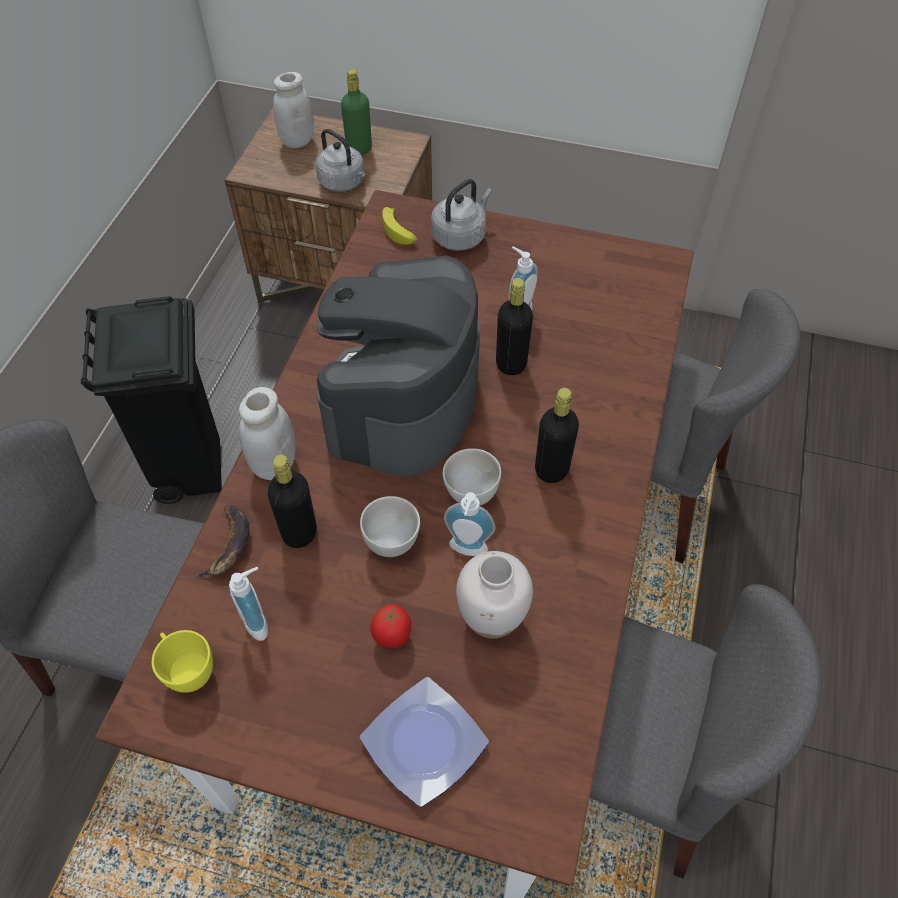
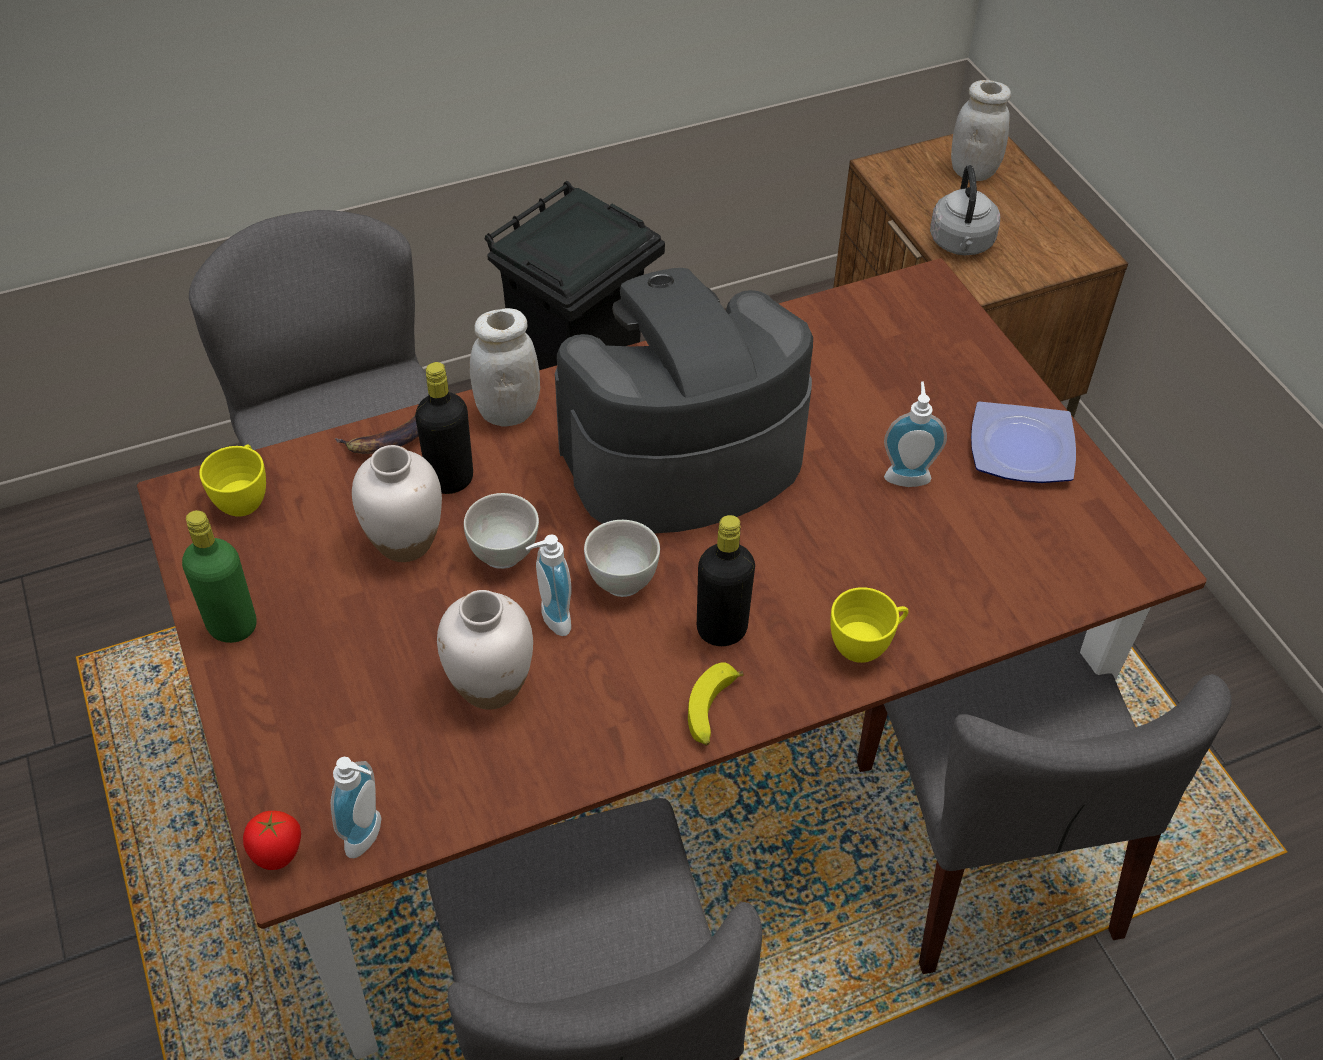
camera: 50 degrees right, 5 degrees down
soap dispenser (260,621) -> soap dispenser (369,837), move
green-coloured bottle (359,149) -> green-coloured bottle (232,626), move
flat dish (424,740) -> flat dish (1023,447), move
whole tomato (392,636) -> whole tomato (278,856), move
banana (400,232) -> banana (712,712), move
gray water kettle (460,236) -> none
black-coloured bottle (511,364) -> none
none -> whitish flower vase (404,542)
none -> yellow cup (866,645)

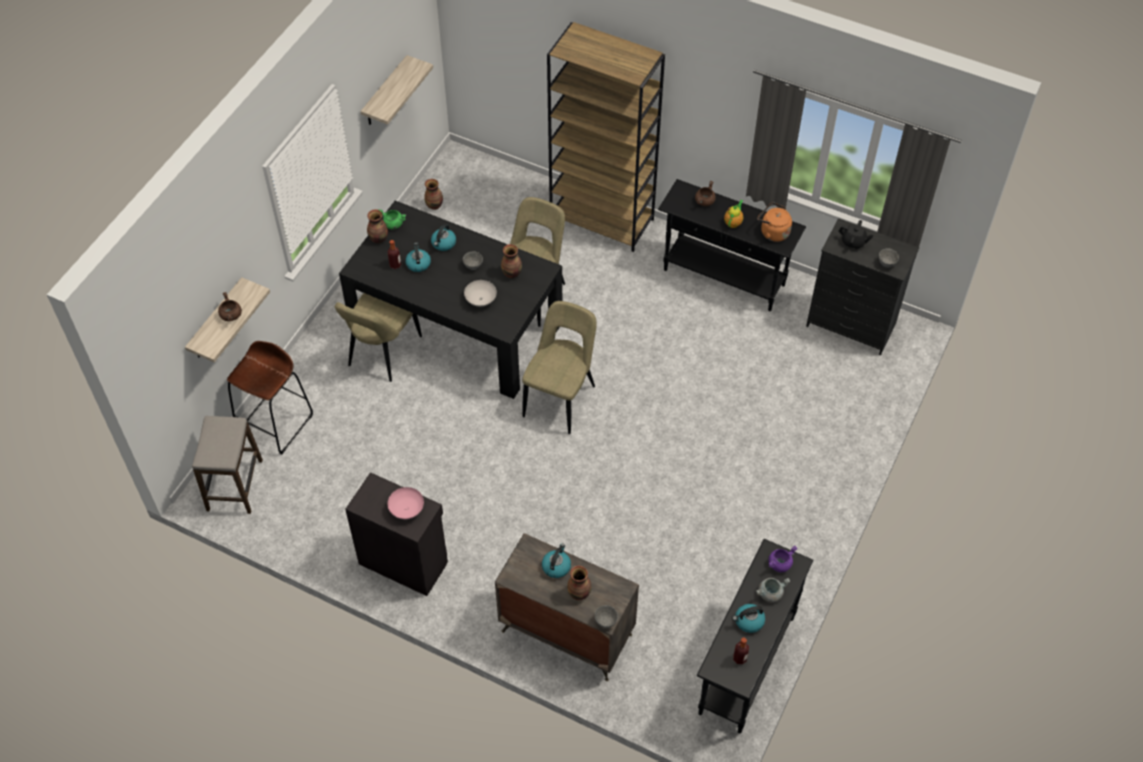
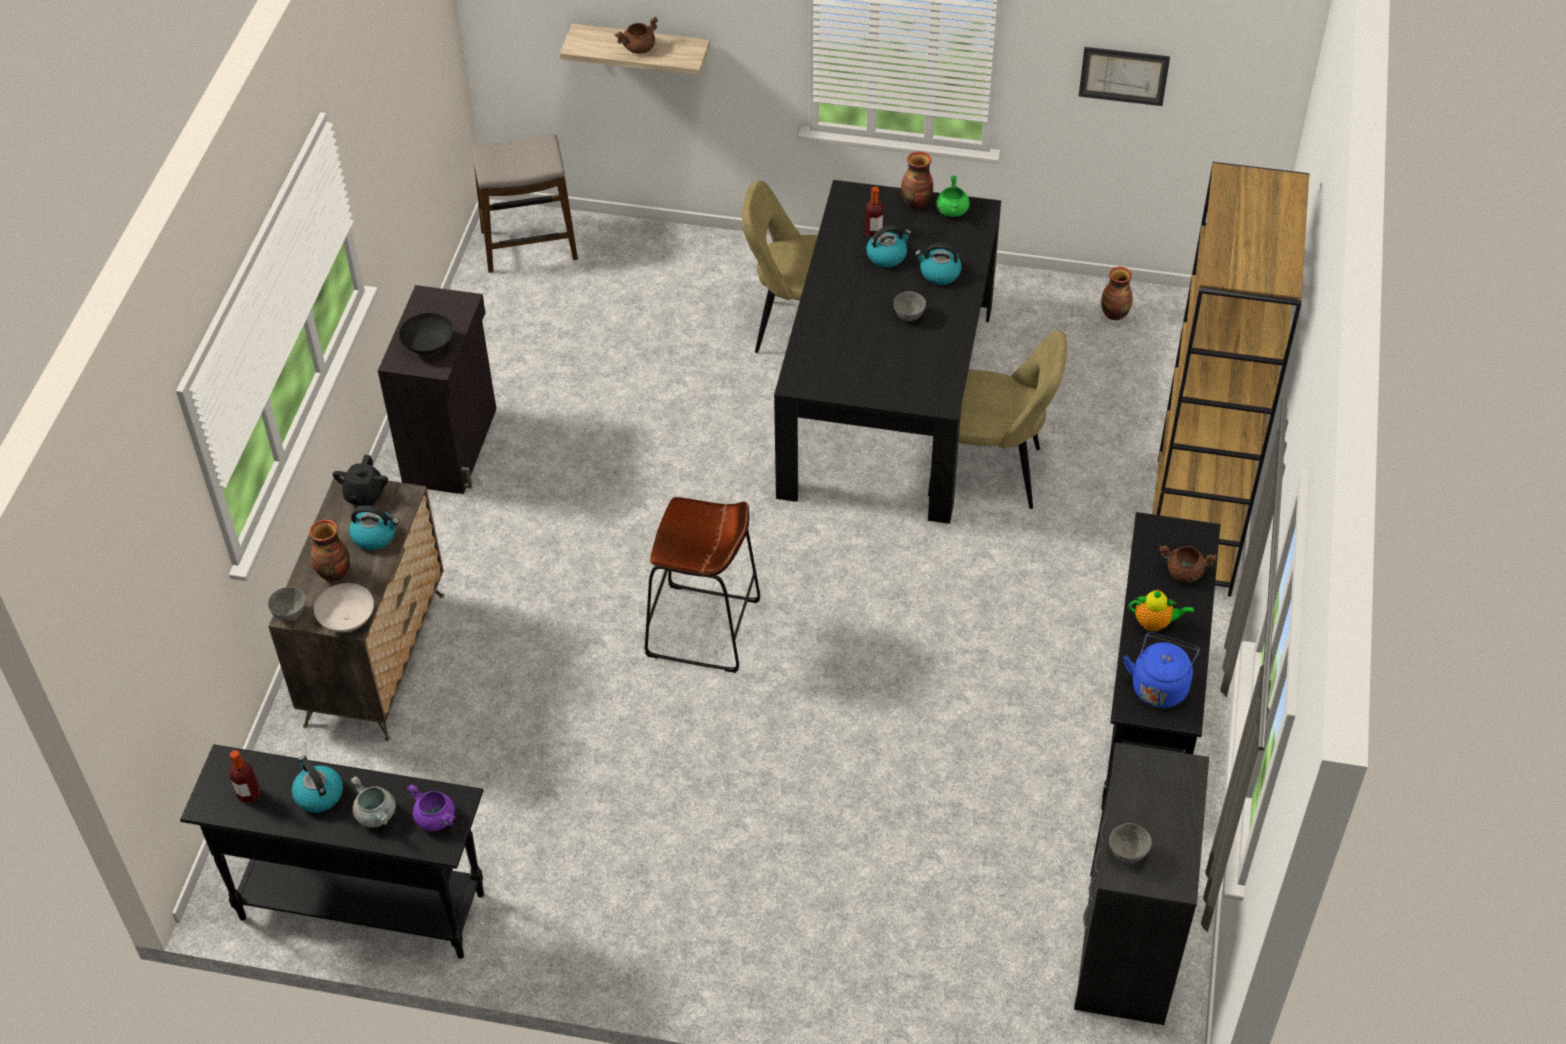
camera: 75 degrees right, 5 degrees down
brownish stool (275,423) -> brownish stool (703,628), move
wall shelf (385,93) -> picture (1123,75)
pink bowl (406,509) -> black-coloured bowl (429,345)
whitish bowl (481,299) -> whitish bowl (348,620), move
flower vase (512,273) -> none
sand-coloured chair (561,398) -> none
orange-coloured water kettle (773,232) -> bluish water kettle (1159,685)
black-coloured tea pot (853,242) -> black-coloured tea pot (364,495), move

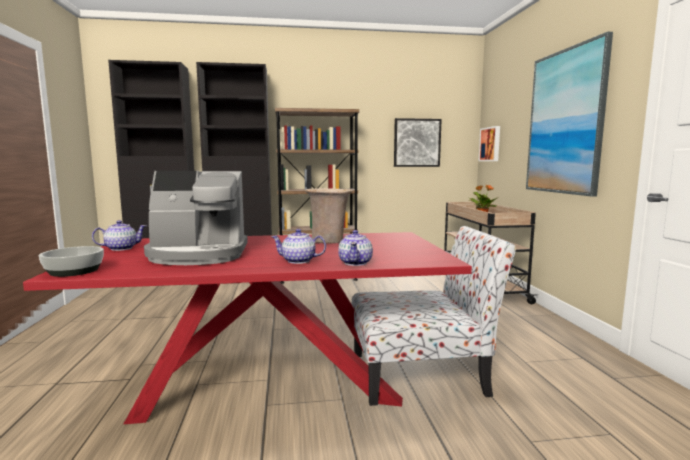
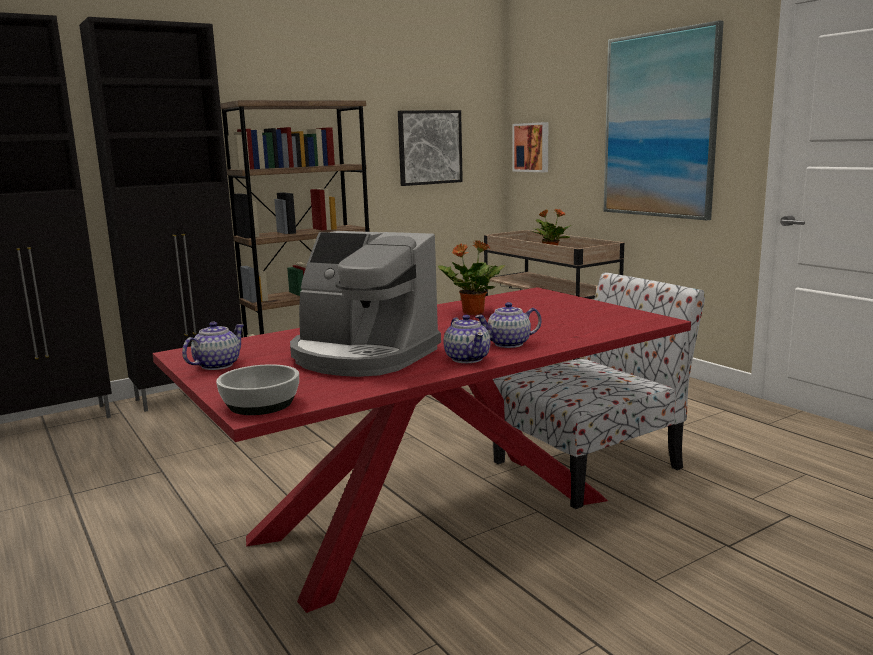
camera: 25 degrees left, 5 degrees up
coffee machine (198,255) -> coffee machine (362,356), 60 degrees clockwise
sand-coloured flower vase (329,240) -> potted plant (472,312)
tea pot (355,263) -> tea pot (467,358), move

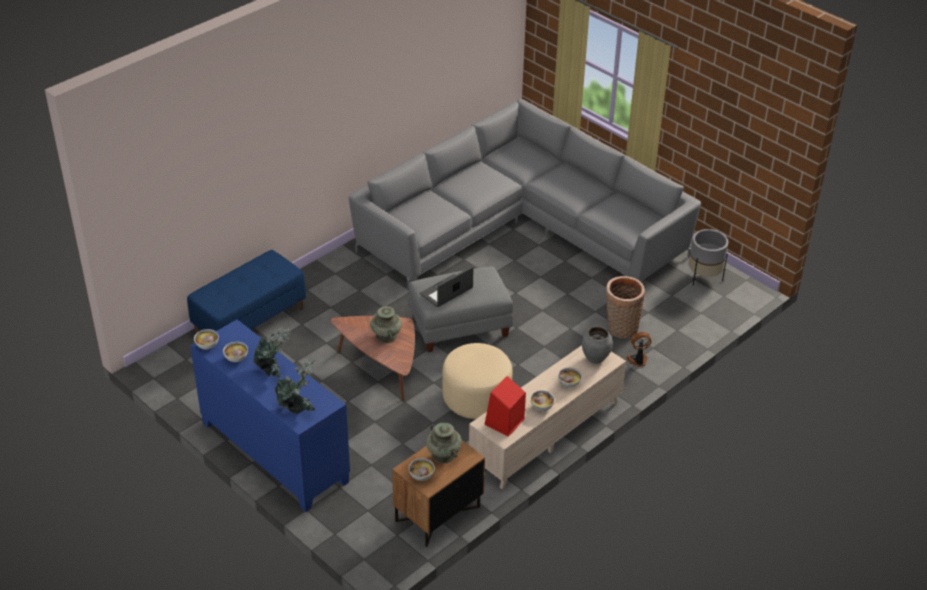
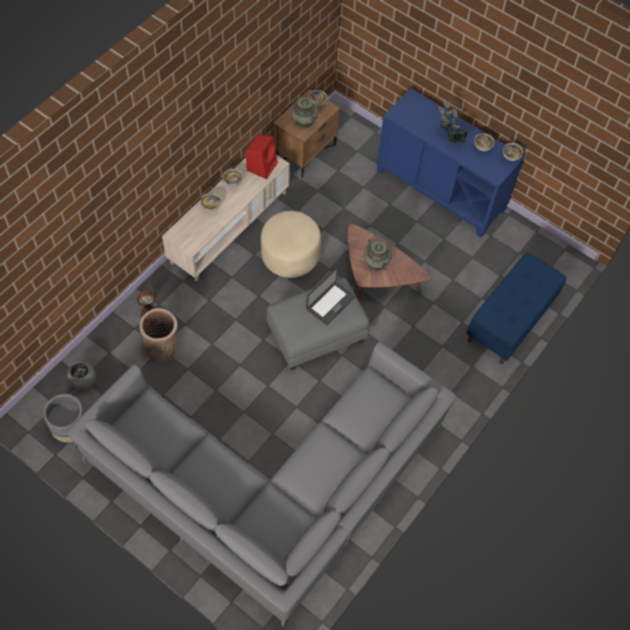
camera: 170 degrees right, 20 degrees up
potted plant (298,408) -> none
gray flower vase (595,358) -> gray flower vase (85,384), move

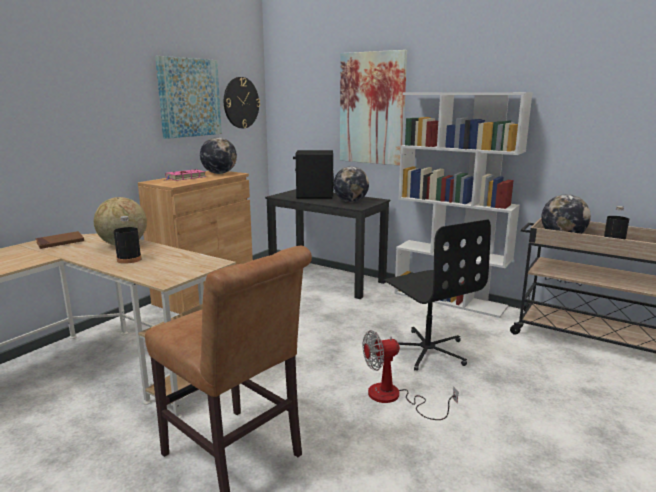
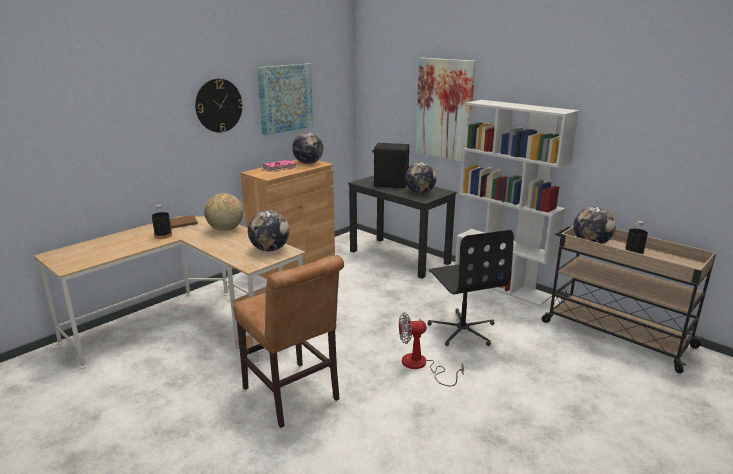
camera: 10 degrees right, 5 degrees up
black-coloured bottle (129,259) -> black-coloured bottle (163,235), move
hanging clock (241,103) -> hanging clock (218,105), move
none -> desk globe (270,249)

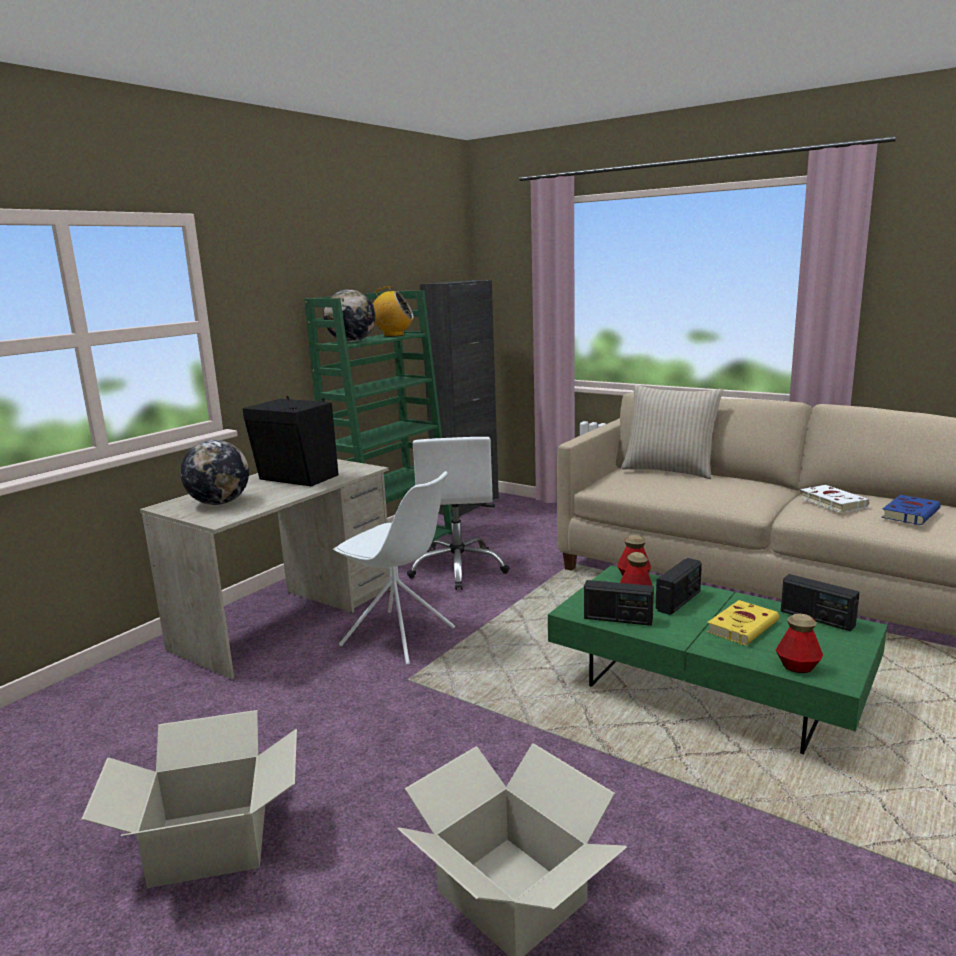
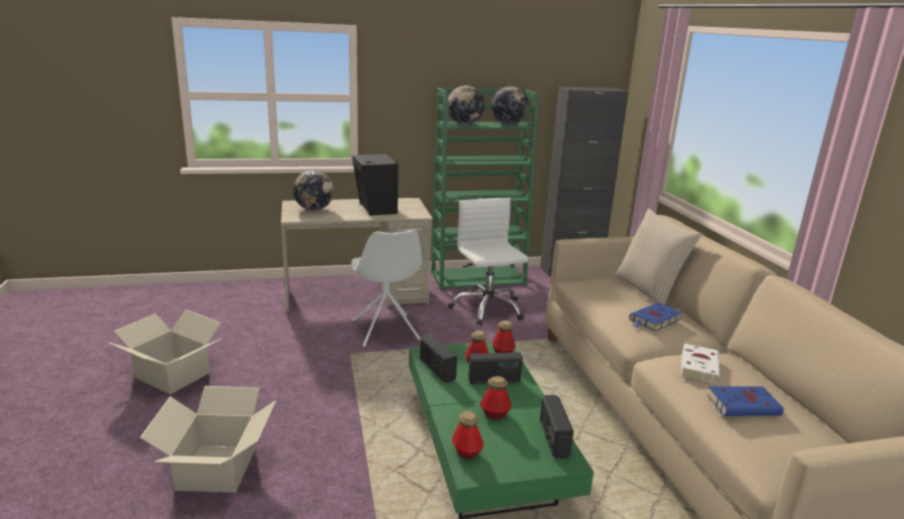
camera: 40 degrees right, 5 degrees up
radio set (393,335) -> desk globe (508,124)
whitish desk chair (458,569) -> whitish desk chair (487,308), 120 degrees clockwise
yellow book (743,626) -> bottle (494,414)
none -> bluish book (654,320)

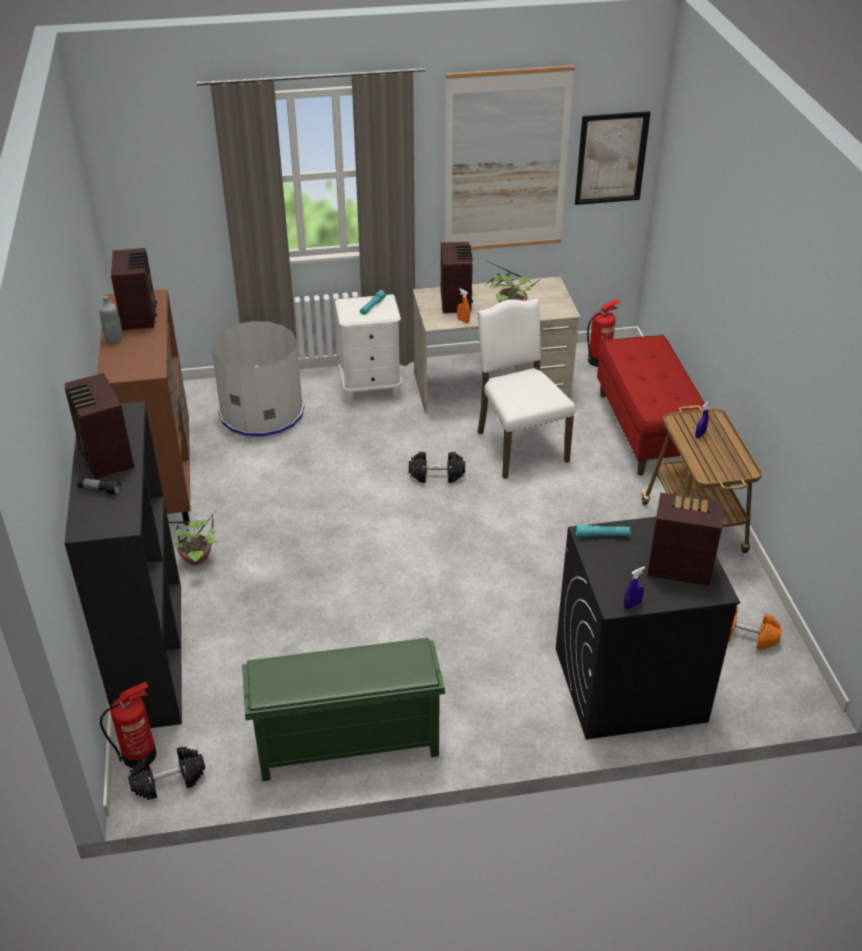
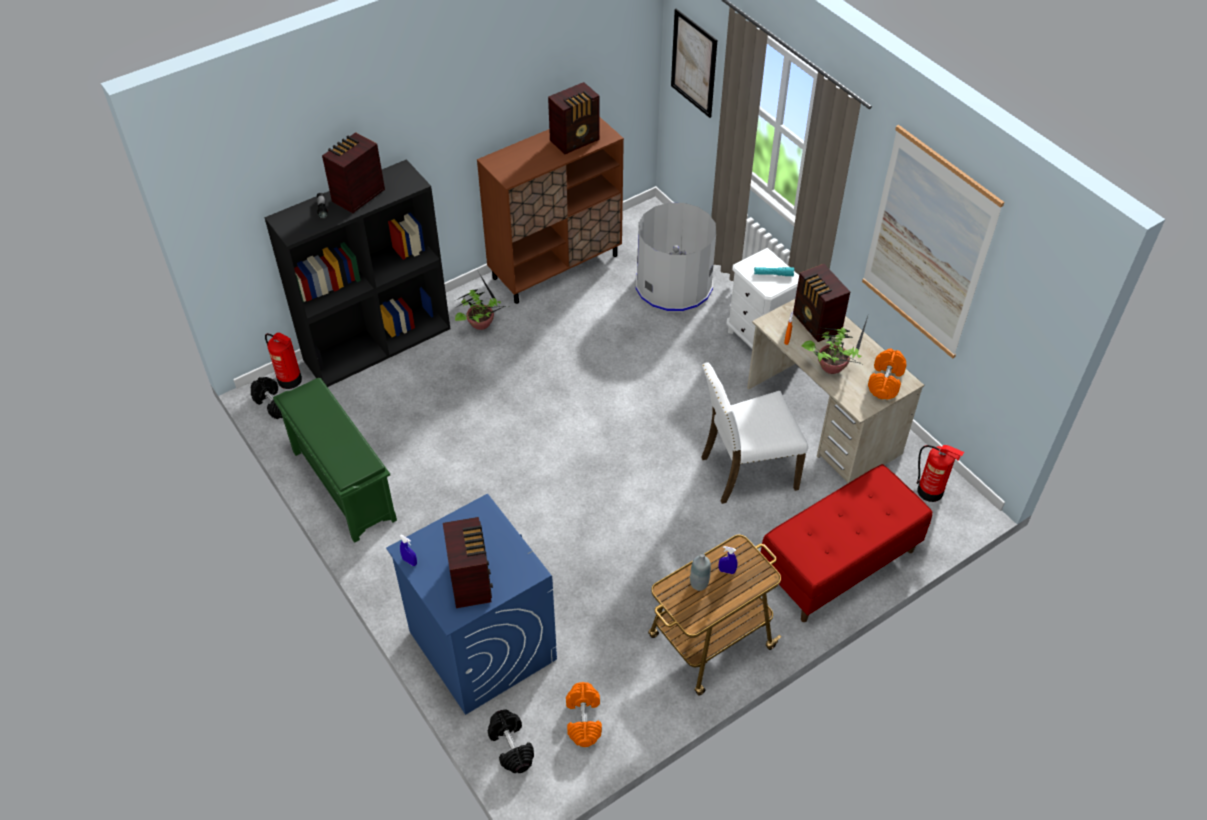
camera: 65 degrees right, 10 degrees up
gray bottle (114,339) -> gray bottle (699,583), move
black-coloured hand weight (436,475) -> black-coloured hand weight (511,746), move
radio set (456,301) -> radio set (816,324), 90 degrees clockwise
whitish chair (519,446) -> whitish chair (746,471), 150 degrees counterclockwise
black-coloured washing machine (628,684) -> bluish washing machine (481,644)
picture (611,158) -> picture (694,63), move
blue-green torch (602,535) -> none
none -> orange-coloured hand weight (885,381)

